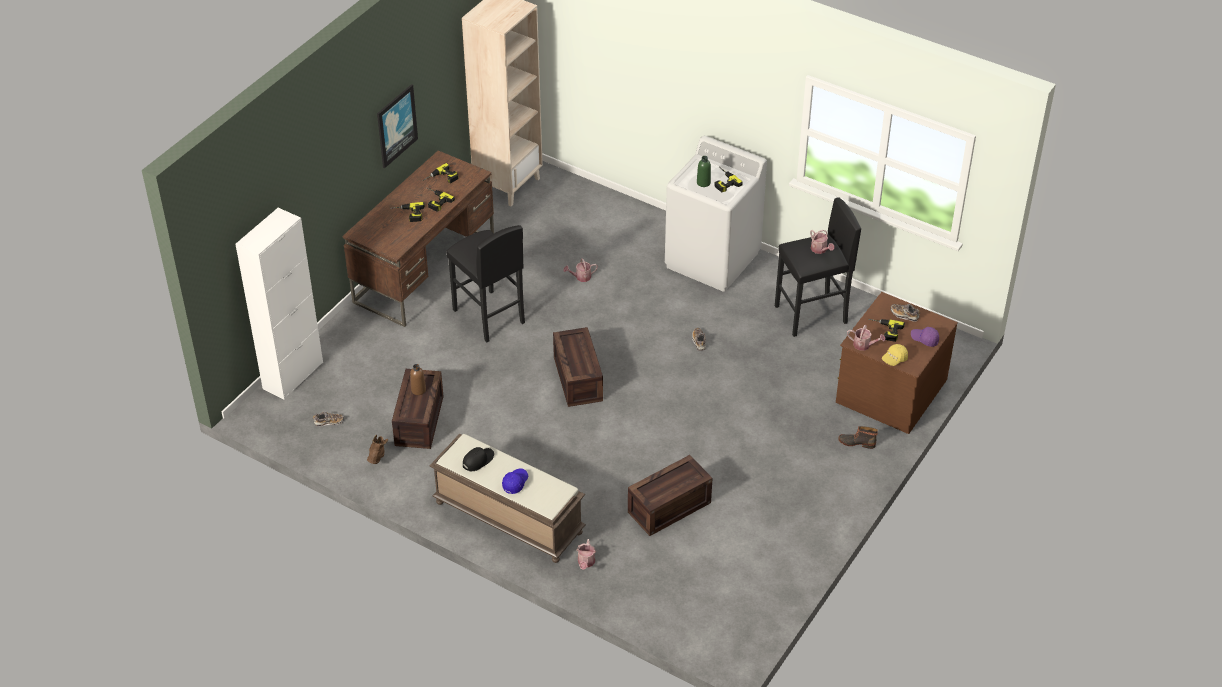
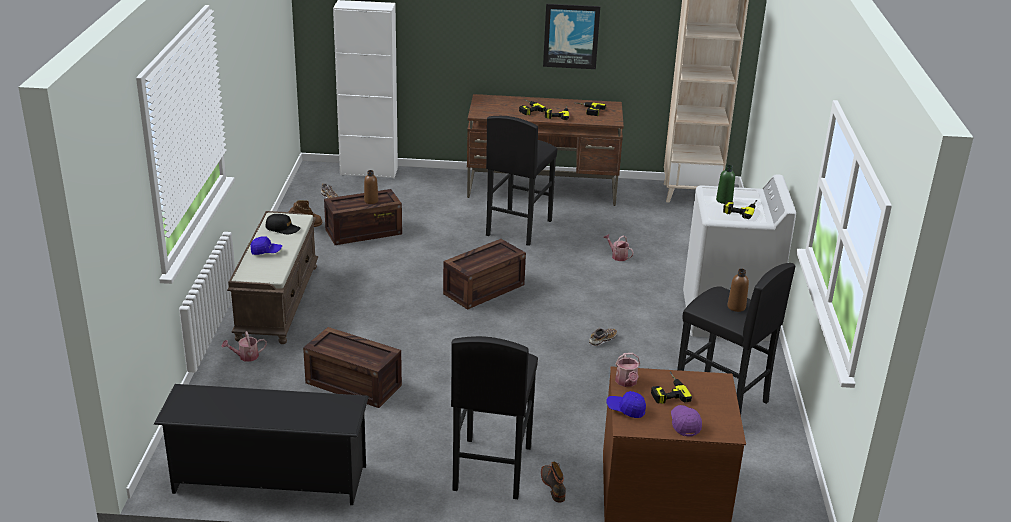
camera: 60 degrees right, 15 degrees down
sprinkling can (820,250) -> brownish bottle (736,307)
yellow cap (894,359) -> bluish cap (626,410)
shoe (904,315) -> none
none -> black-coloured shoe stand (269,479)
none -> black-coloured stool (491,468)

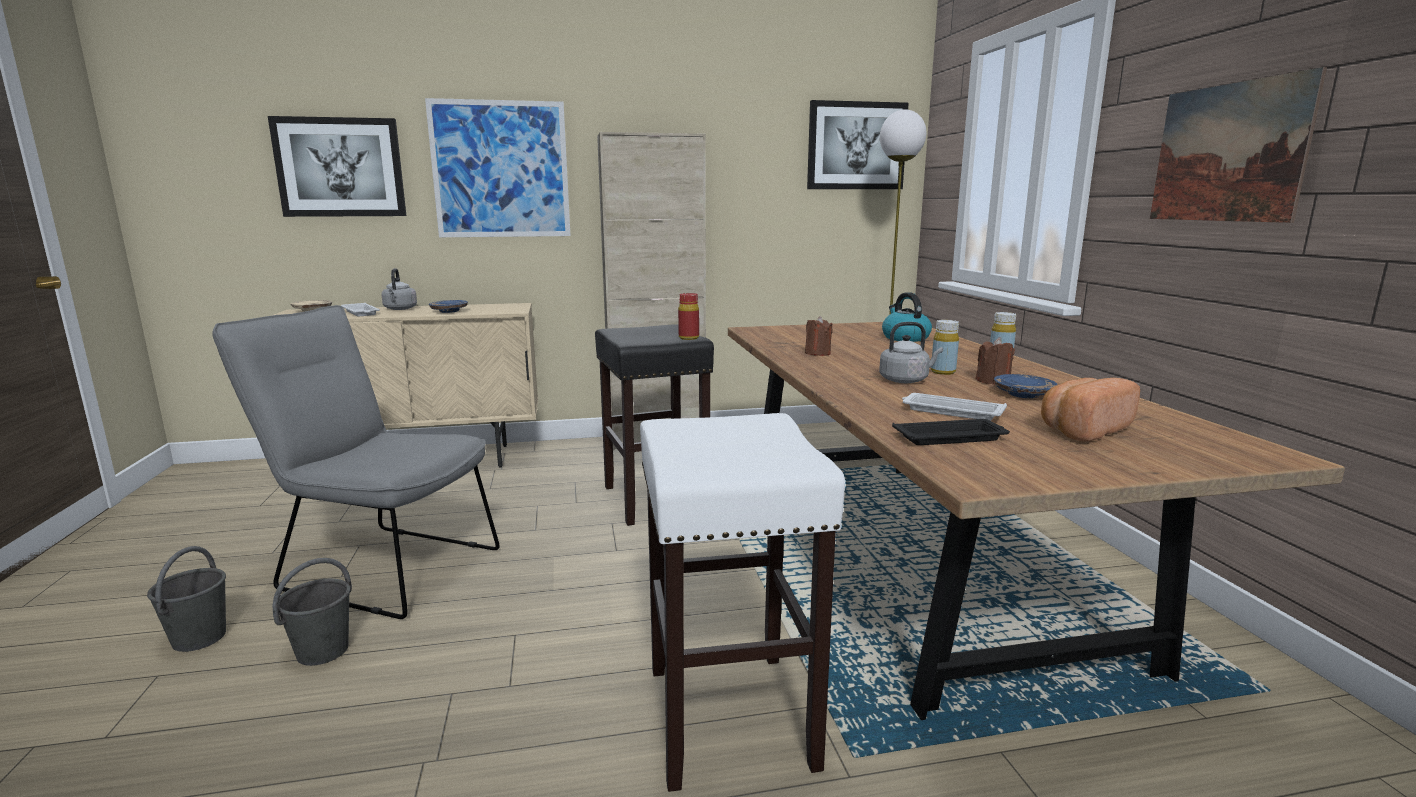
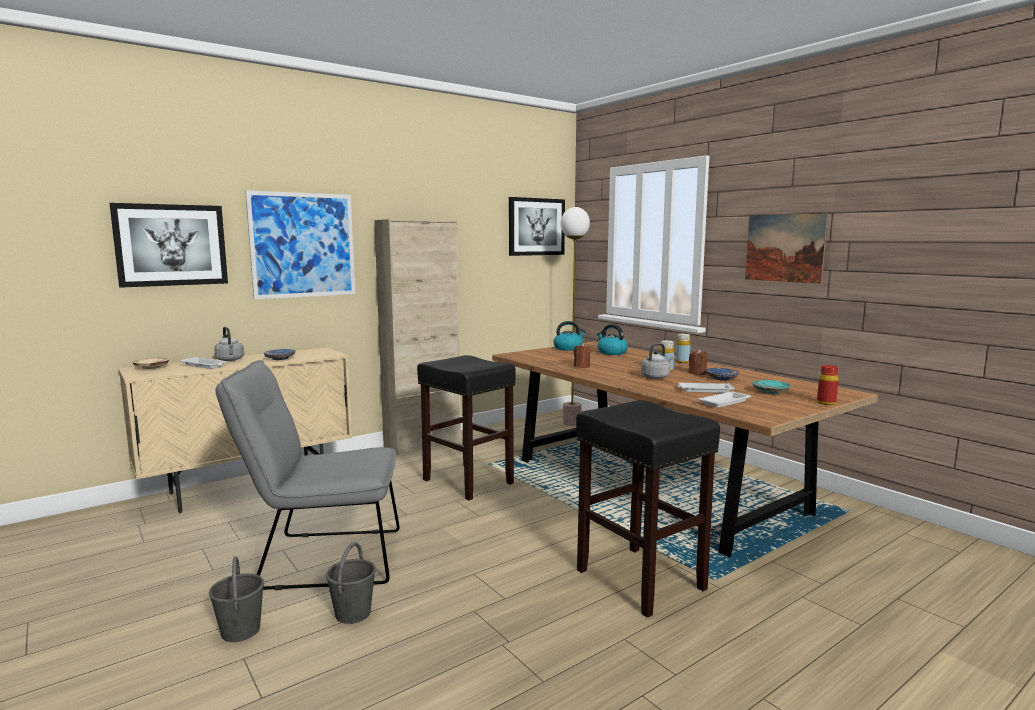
camera: 25 degrees left, 5 degrees down
whitish stool (728,714) -> black-coloured stool (638,579)
reddish bottle (688,338) -> reddish bottle (826,403), move
black-coloured tray (951,438) -> whitish tray (725,402)
bread (1082,430) -> blue-green flat dish (770,392)
none -> water kettle (568,348)

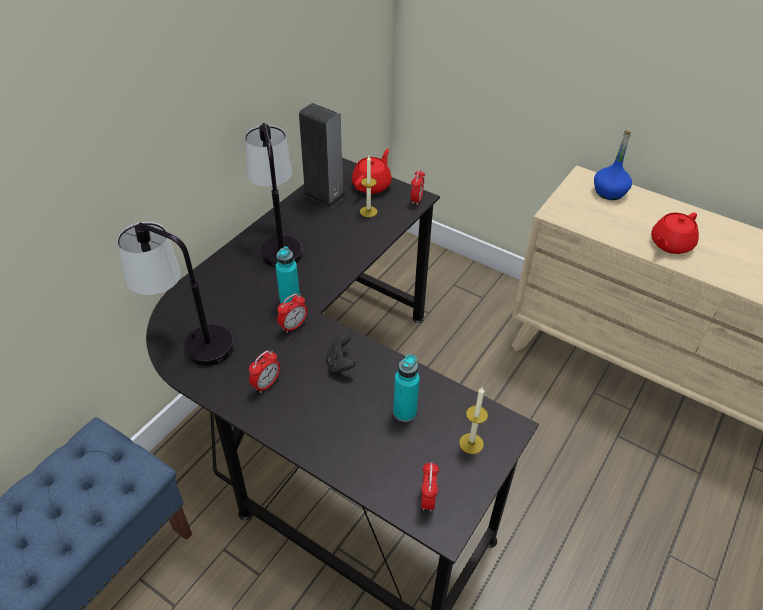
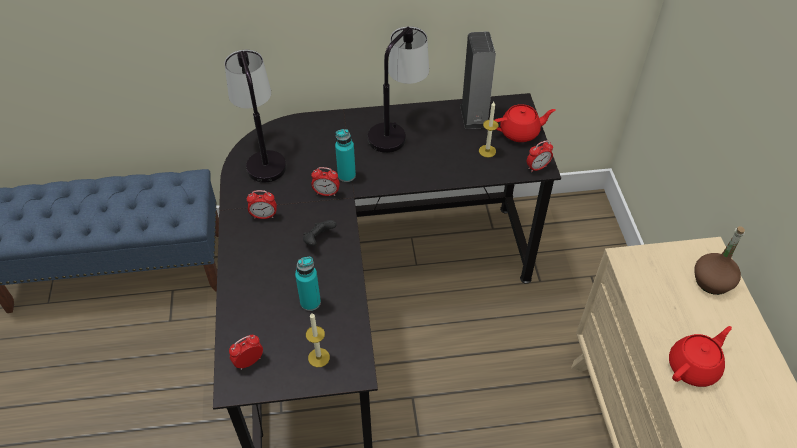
camera: 50 degrees right, 5 degrees up
bluish bottle (609,192) -> brownish bottle (712,281)
reddish tea pot (670,244) -> reddish tea pot (694,367), 135 degrees clockwise

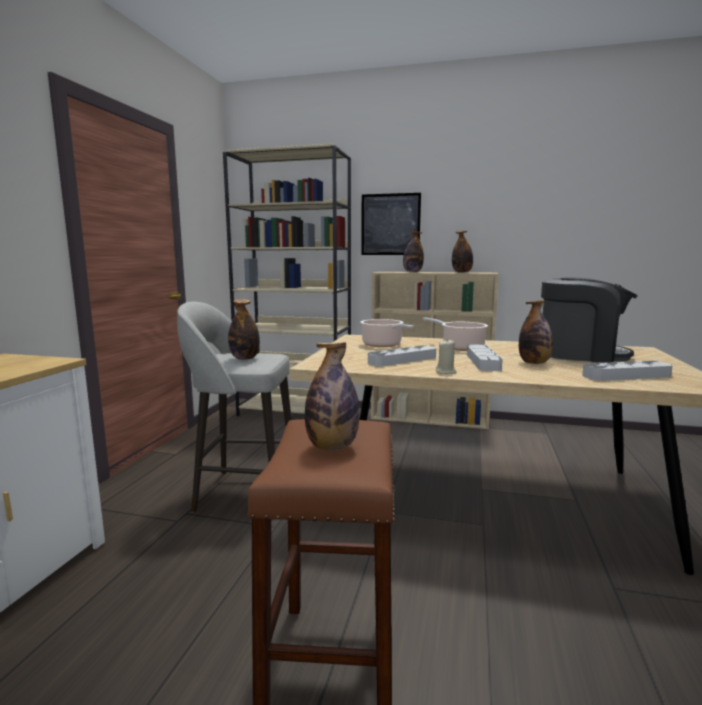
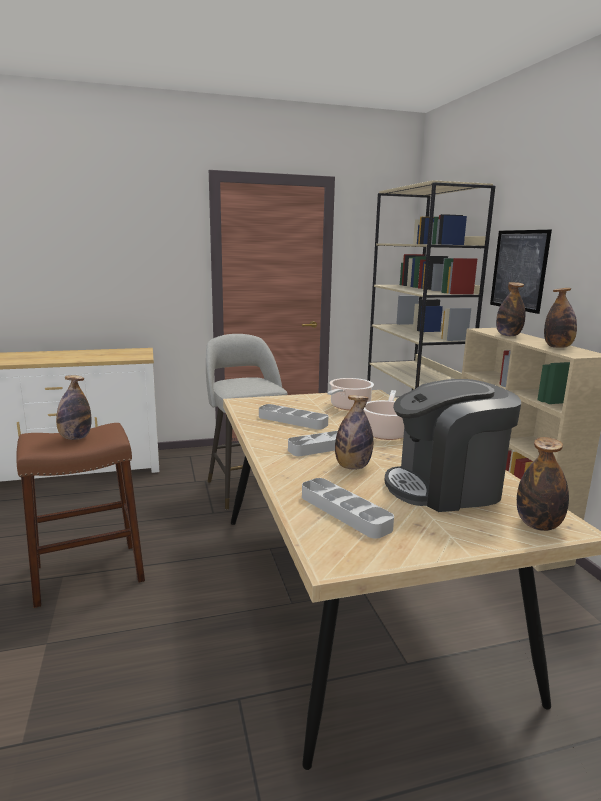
camera: 60 degrees right, 5 degrees up
bottle (244,358) -> bottle (538,525), move
sand-coloured wax light (446,372) -> none
coffee machine (580,354) -> coffee machine (446,487), 90 degrees clockwise

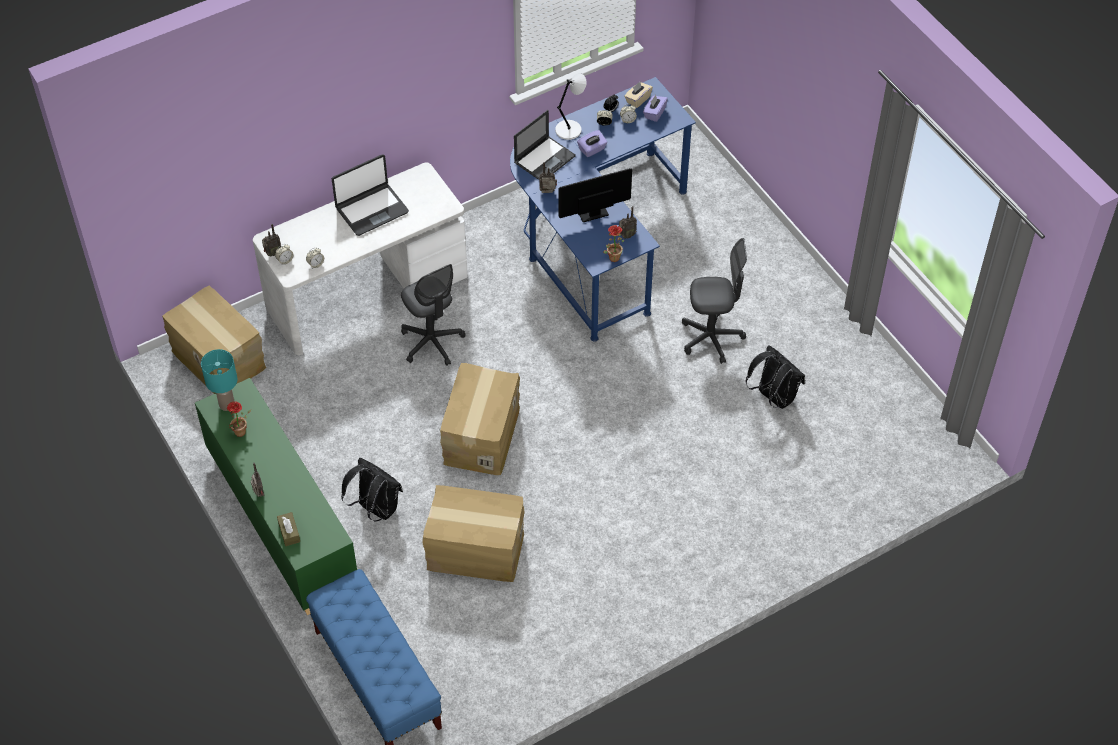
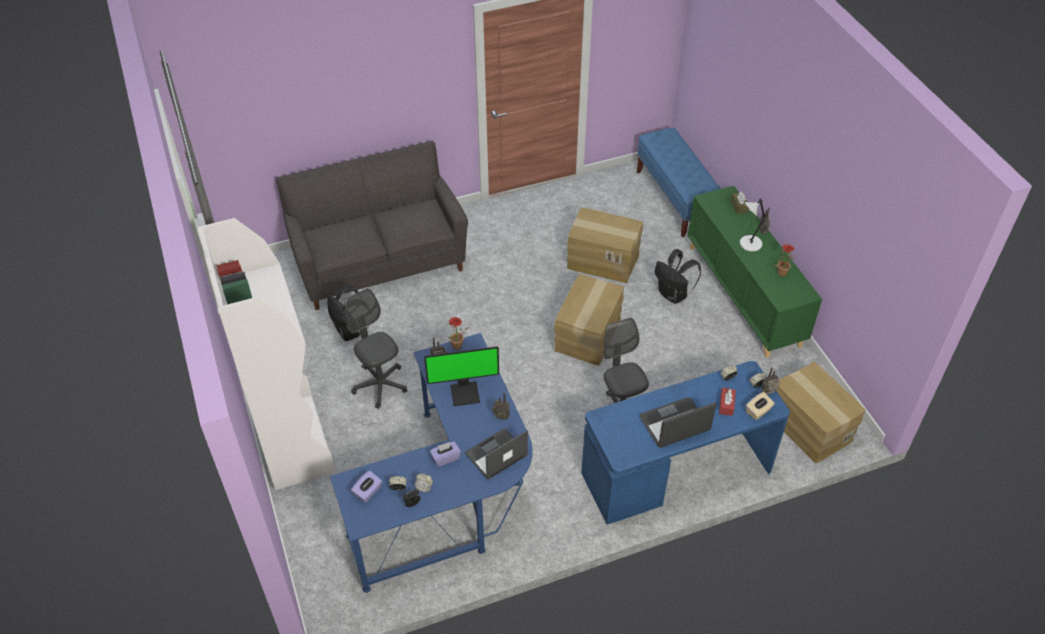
camera: 170 degrees left, 5 degrees down
blue-green table lamp (226,405) -> none
whitish desk table (367,291) -> bluish desk table (676,472)
whitish table lamp (569,129) -> whitish table lamp (749,244), move
sand-coloured box of tissues (637,100) -> sand-coloured box of tissues (758,411), move
gray desk chair (711,338) -> gray desk chair (380,385), 45 degrees clockwise
none -> whitish shelving unit (293,441)
none -> gray sofa (379,262)
none -> reddish box of tissues (726,405)

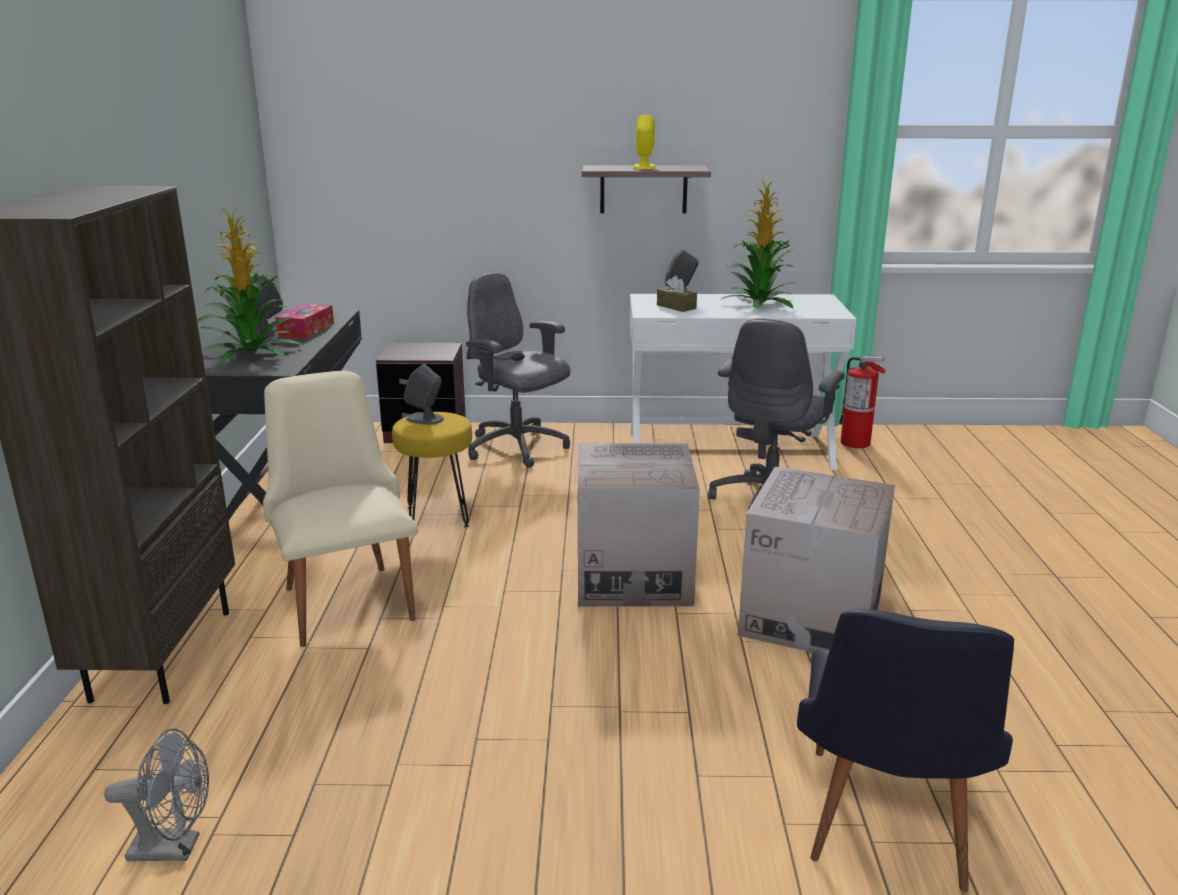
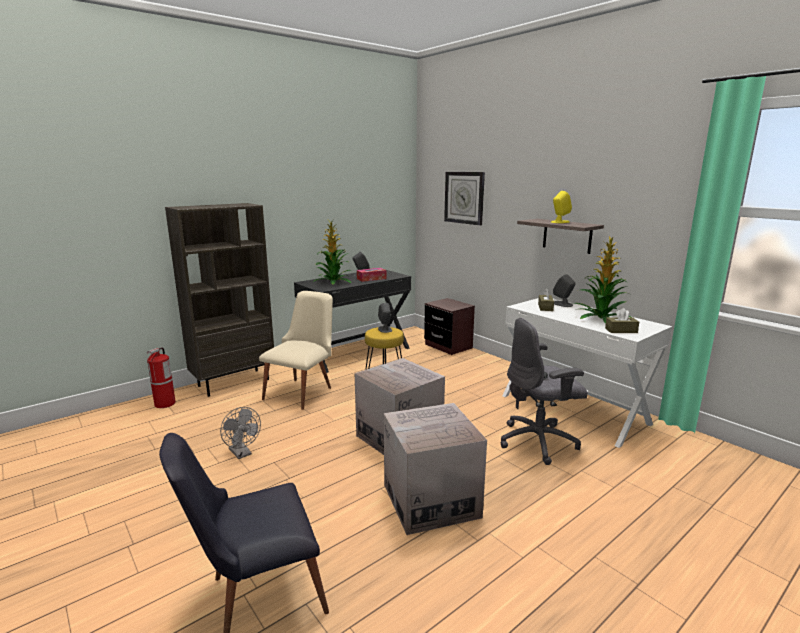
camera: 50 degrees right, 5 degrees down
gray cooling fan (175,848) -> gray cooling fan (242,453), move
gray desk chair (517,448) -> none
extinguisher (855,443) -> extinguisher (165,404), move
none -> hanging clock (464,197)
none -> brownish box of tissues (621,330)

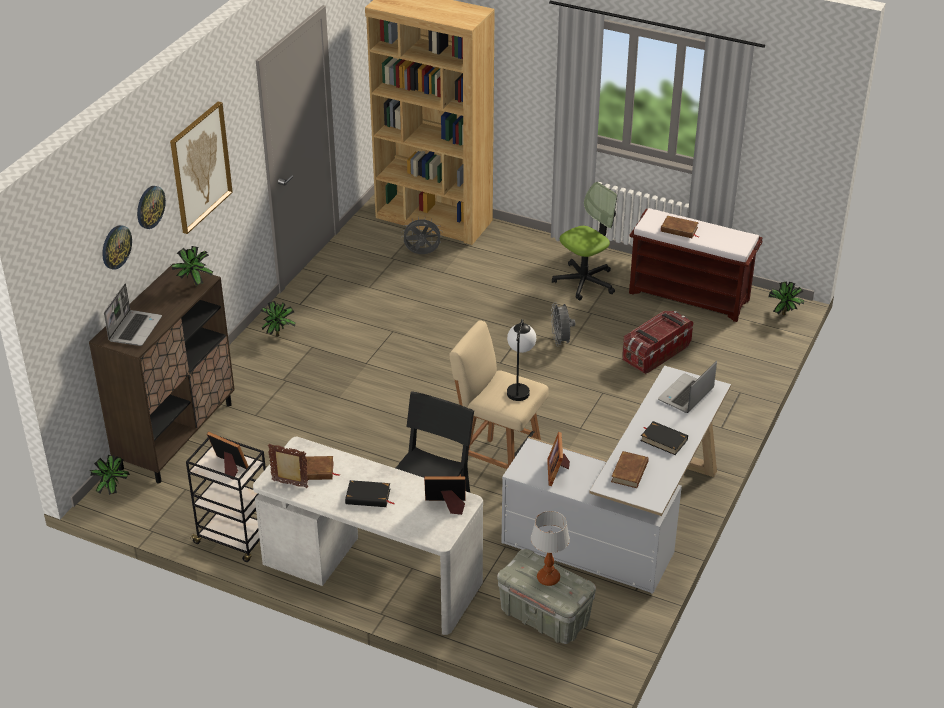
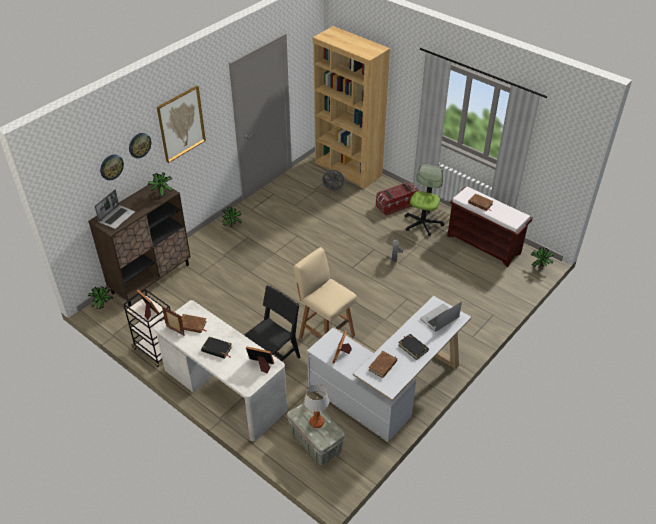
camera: 15 degrees right, 5 degrees up
table lamp (519,387) -> none
desk chair (584,282) -> desk chair (422,224), 45 degrees counterclockwise
storage container (655,353) -> storage container (396,205), move

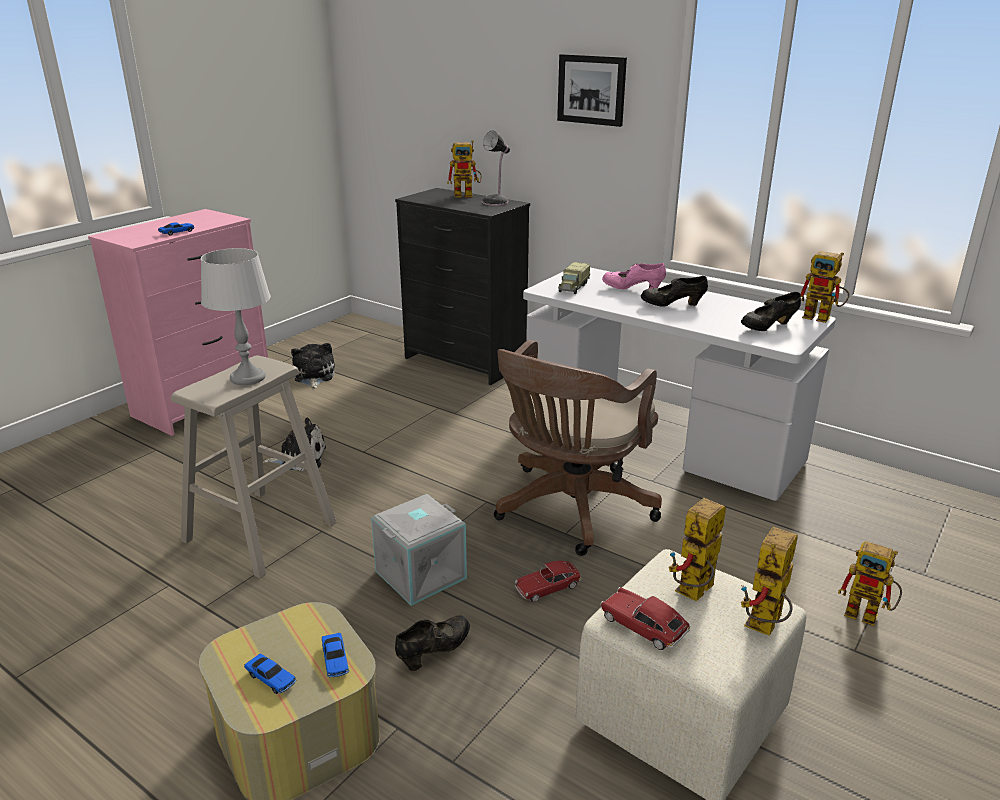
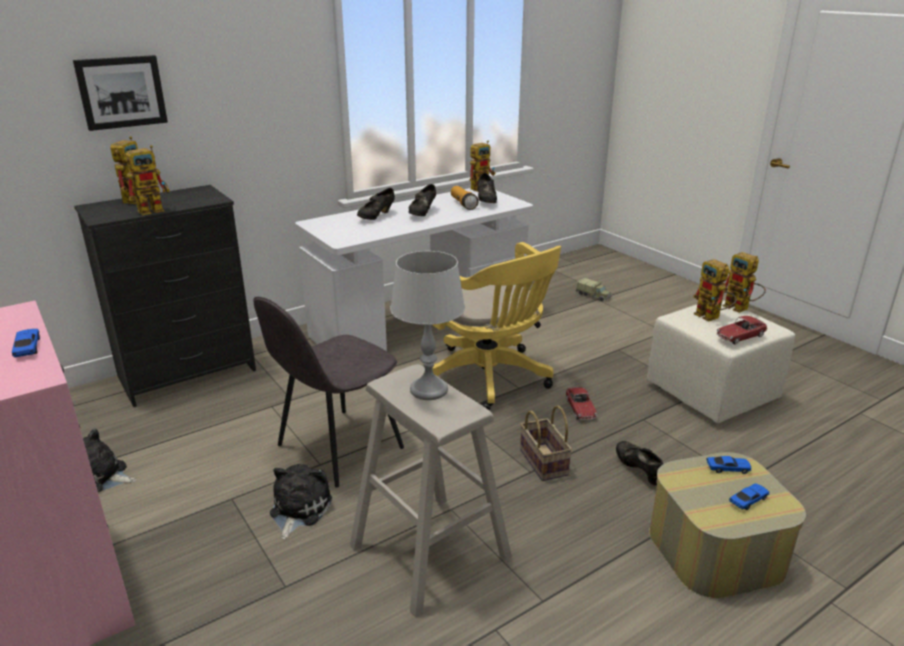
camera: 70 degrees left, 0 degrees up
gray storage container (420,573) -> household basket (542,461)
table lamp (496,202) -> none
brownish desk chair (570,510) -> yellow desk chair (490,379)
picture (592,89) -> picture (121,92), move
model truck (573,287) -> model truck (593,296), move
pink shoe (632,289) -> black-coloured shoe (376,217)
robot figure (869,615) -> robot figure (155,209), move
none -> gray chair (337,448)
none -> torch (463,204)

